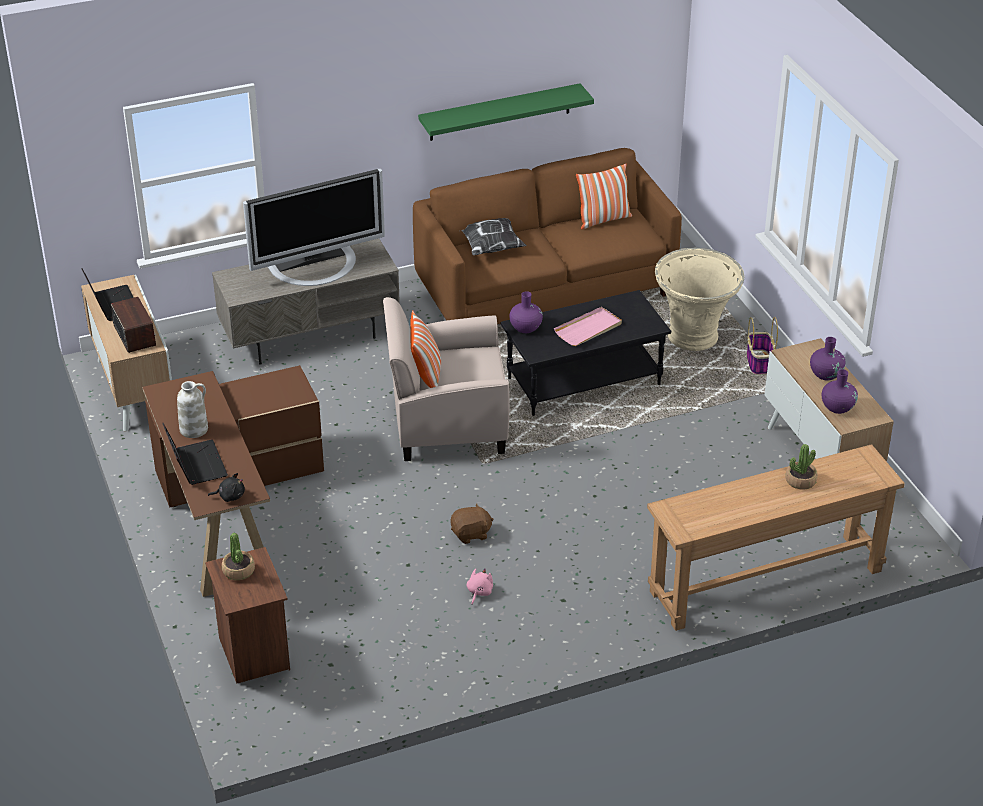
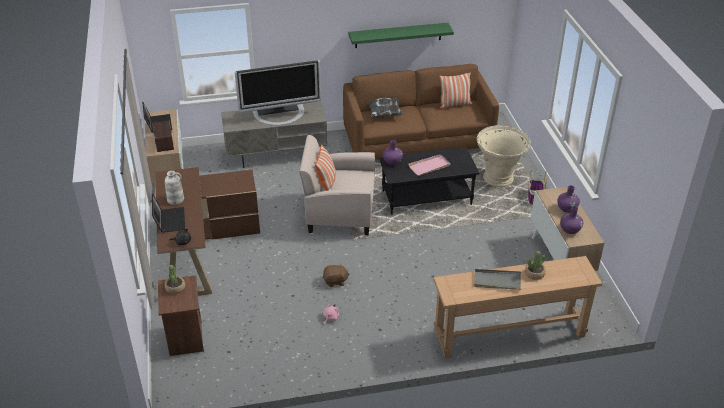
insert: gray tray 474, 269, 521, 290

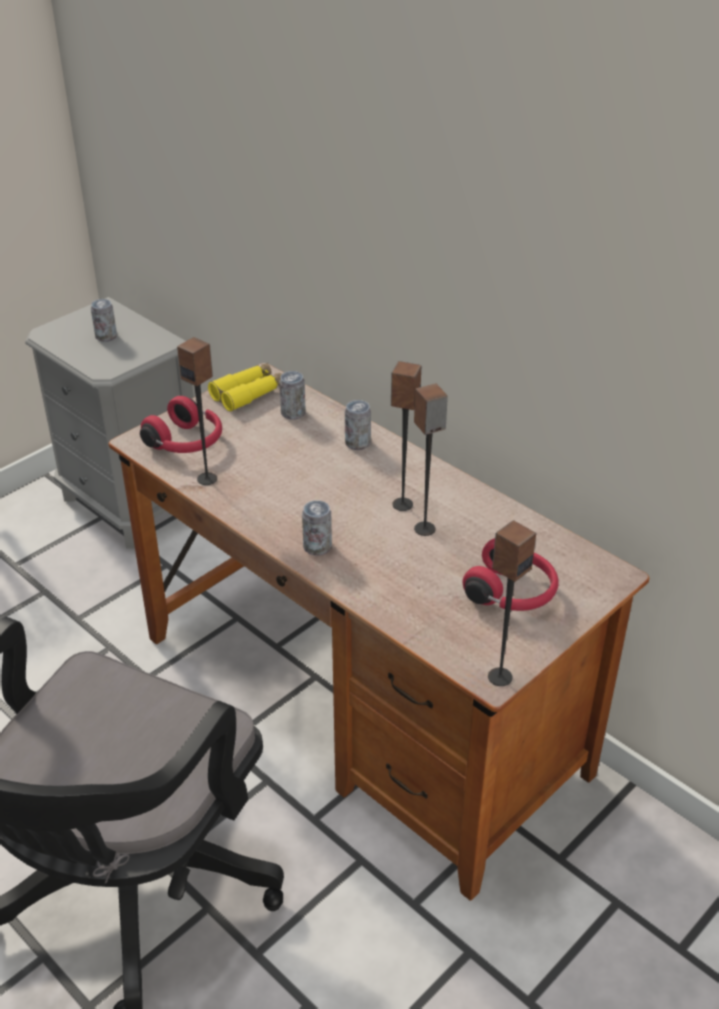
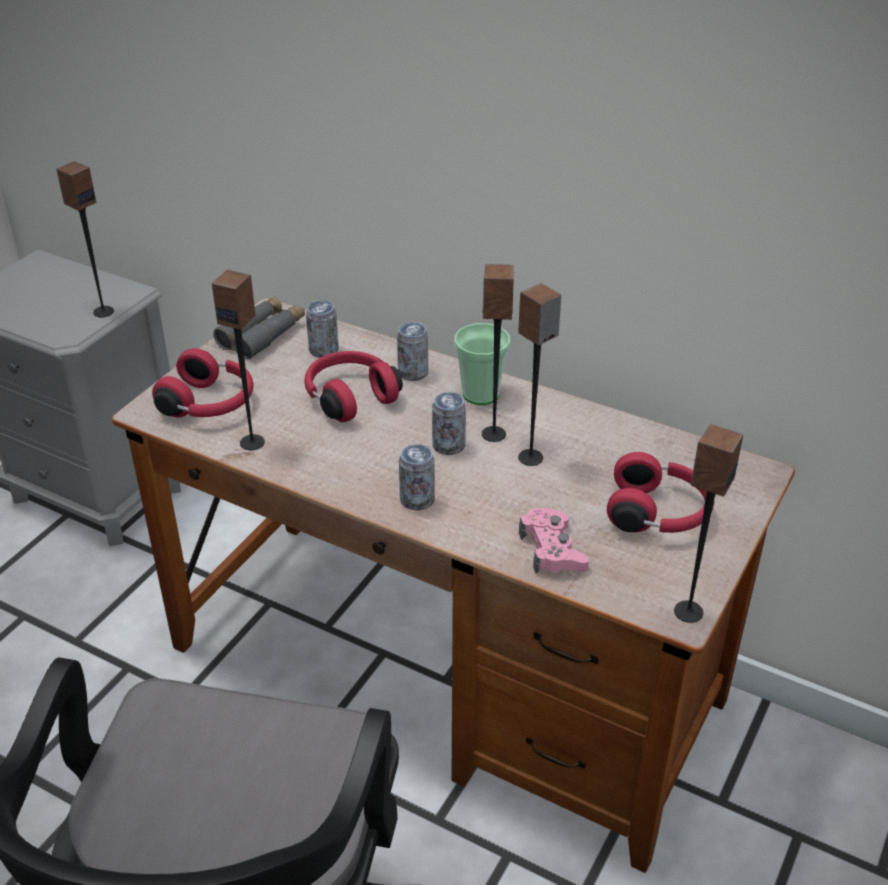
insert: loudspeaker 56, 161, 114, 317; drinking cup 454, 323, 510, 405; reddish headset 304, 351, 403, 422; pinkish game controller 519, 508, 589, 574
move: metal can 91, 299, 117, 342 to 432, 392, 466, 455
recolor: yellow binoculars 208, 363, 282, 412 to gray binoculars 213, 296, 305, 359

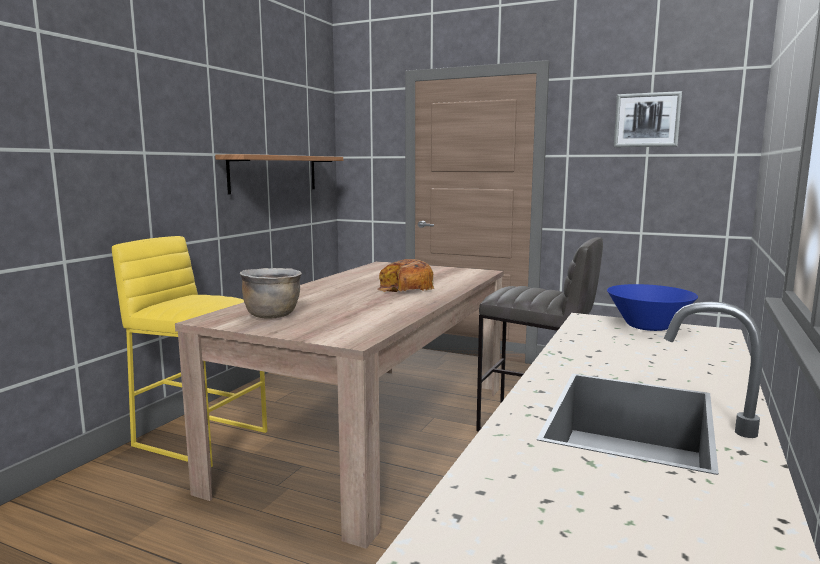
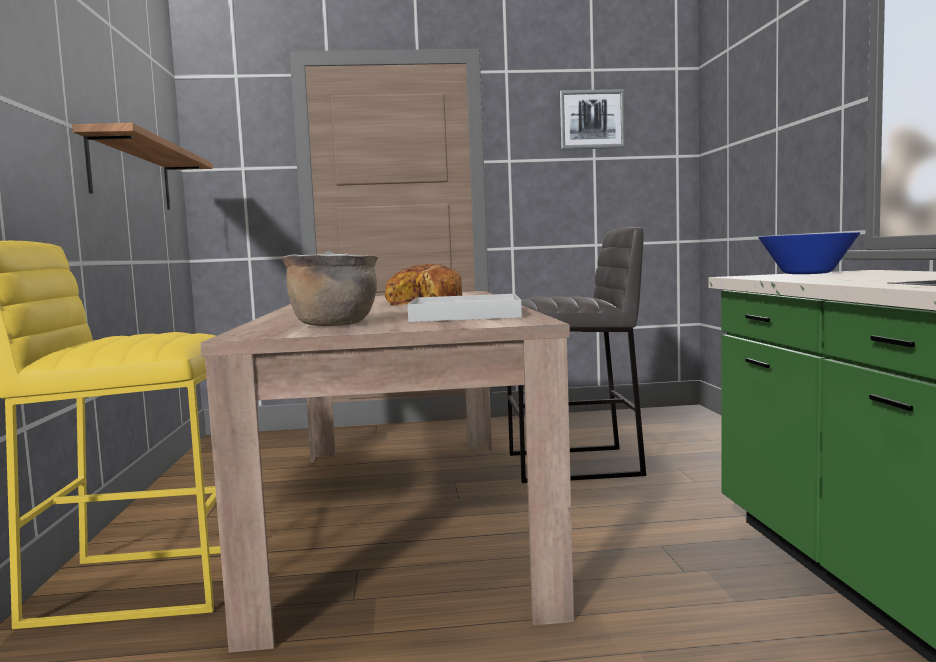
insert: white-coloured tray 408, 294, 522, 322

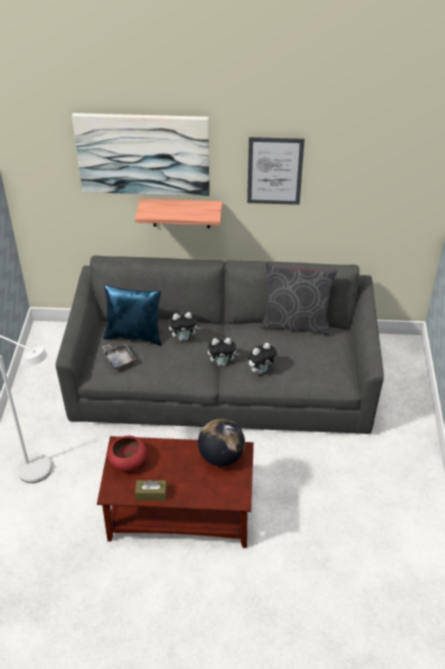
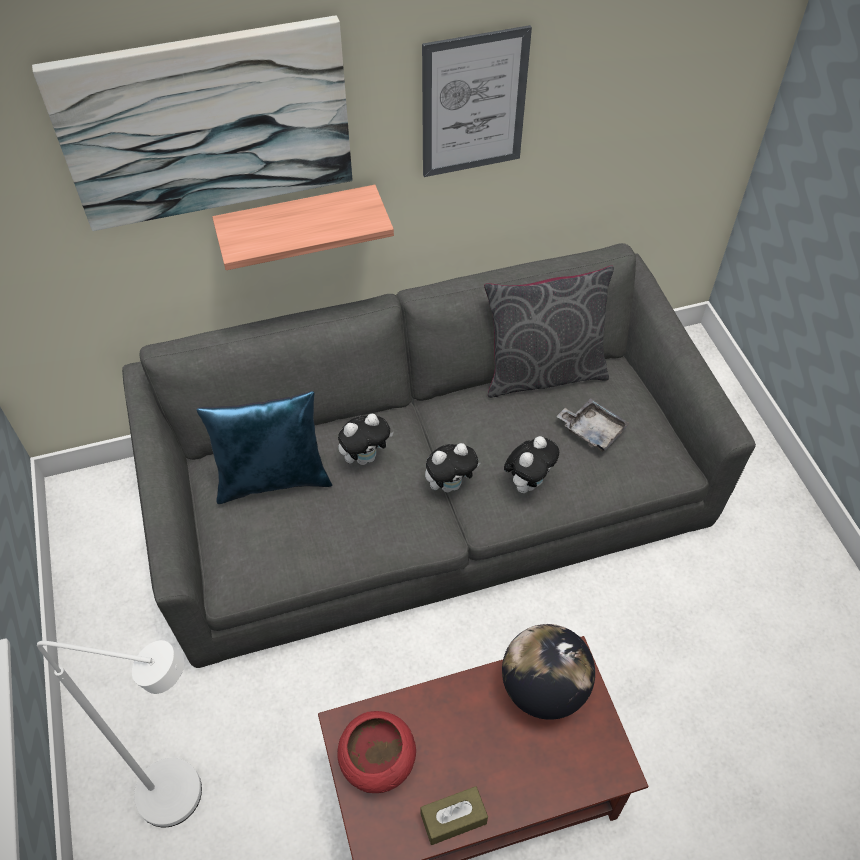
move: gray tray 102, 343, 136, 370 to 556, 398, 630, 452

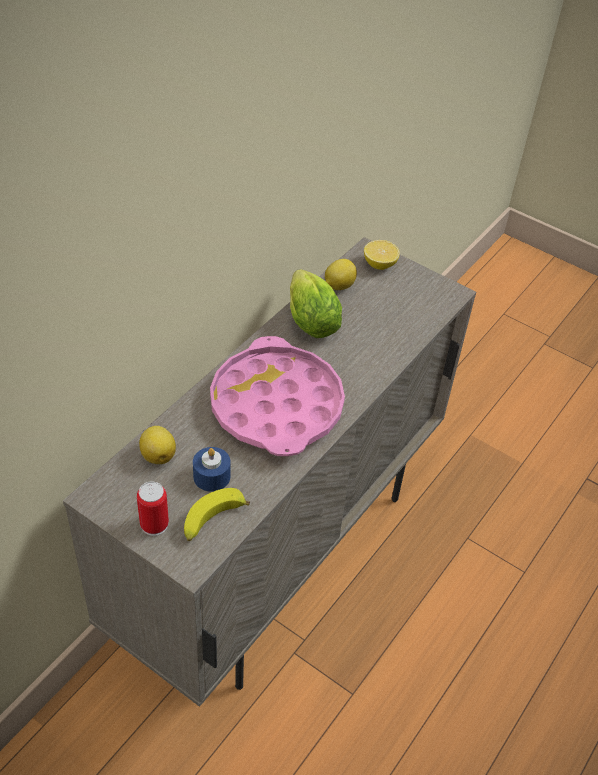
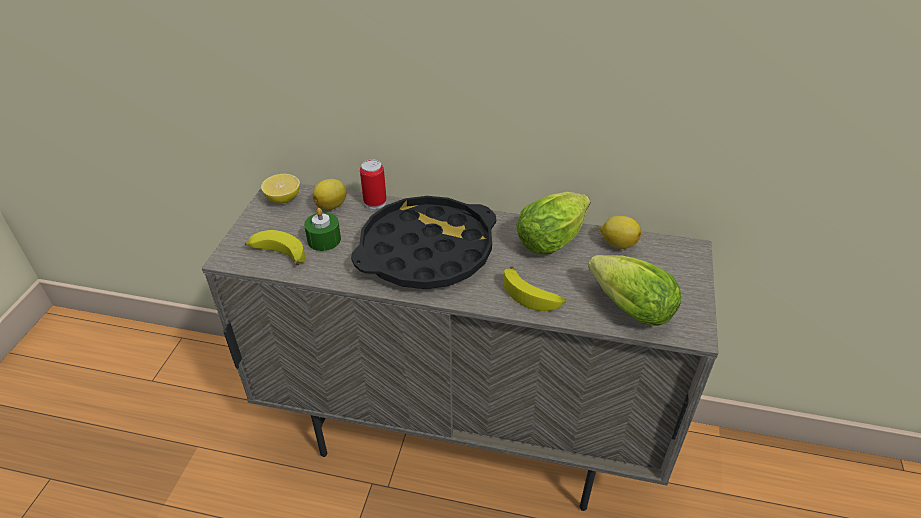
insert: head of lettuce 588, 255, 681, 326; banana fruit 503, 266, 566, 311
move: citrus fruit 364, 240, 400, 270 to 261, 174, 300, 204; metal can 137, 482, 169, 536 to 360, 160, 387, 209
recolor: pinkish tray 210, 336, 345, 456 to black-coloured tray 351, 196, 496, 289; bluish wax candle 193, 447, 230, 492 to green wax candle 304, 208, 341, 251

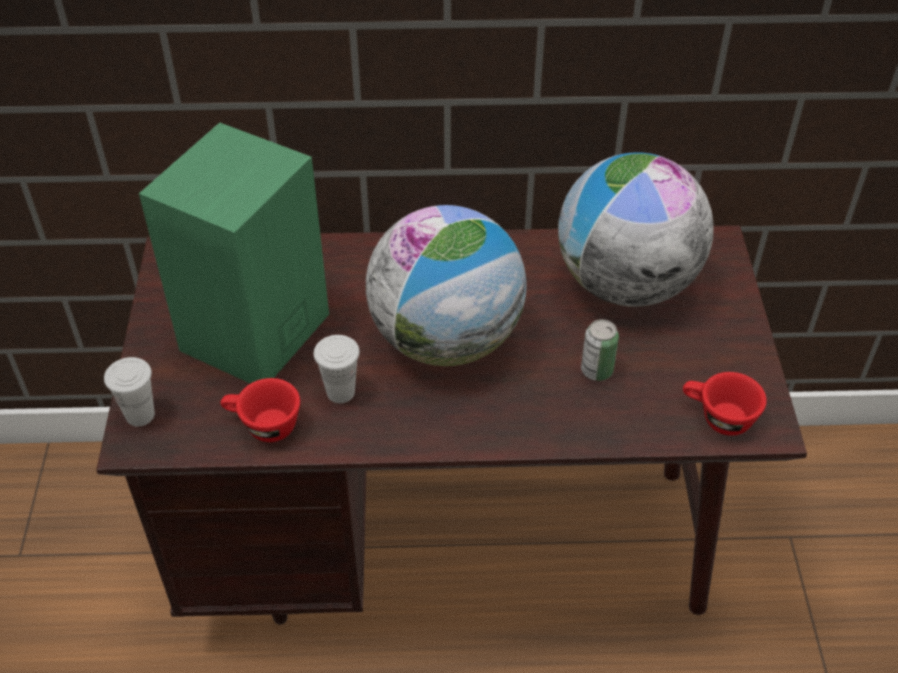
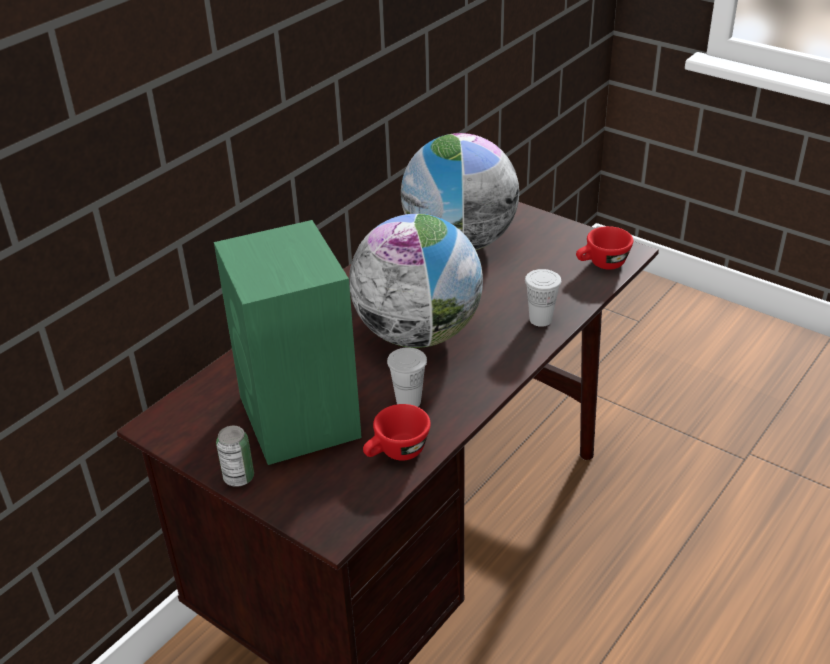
move: metal can 581, 319, 619, 381 to 216, 426, 254, 487; white-coloured drinking cup 104, 357, 155, 427 to 525, 269, 561, 327

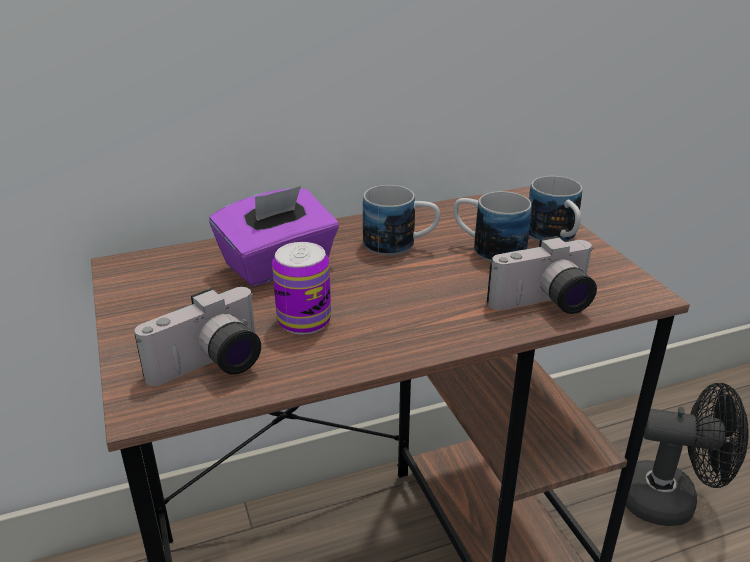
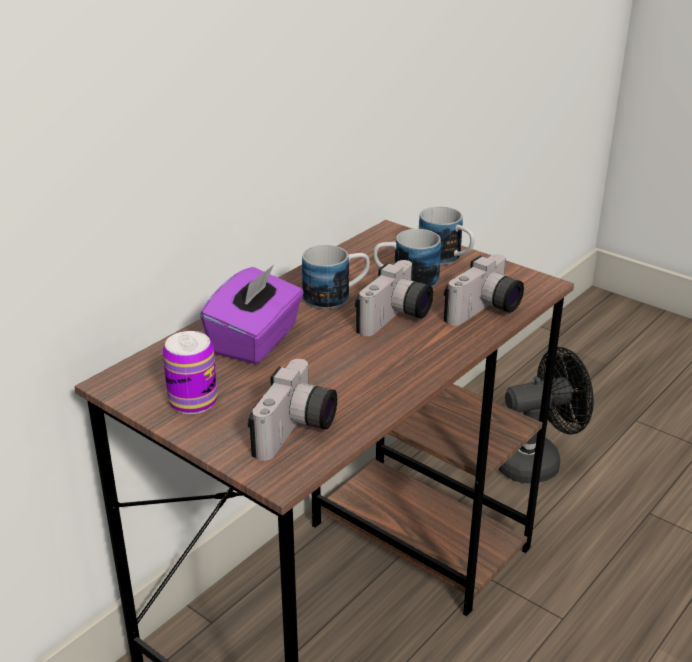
insert: still camera 355, 260, 433, 336
move: metal can 272, 242, 331, 334 to 163, 331, 218, 414

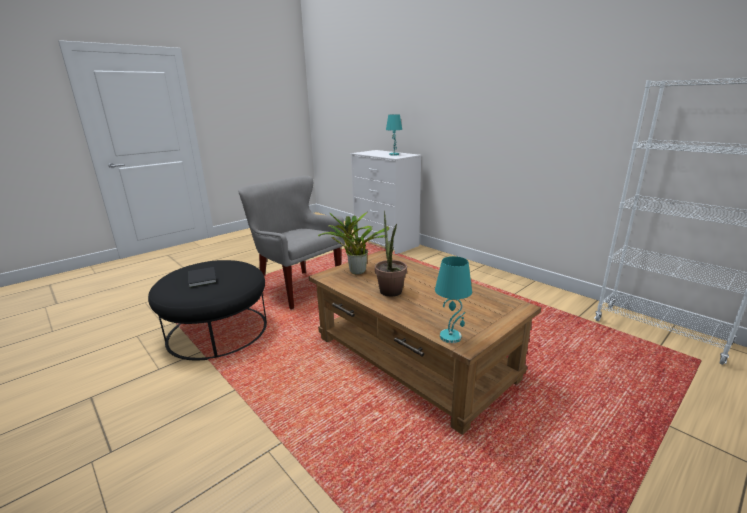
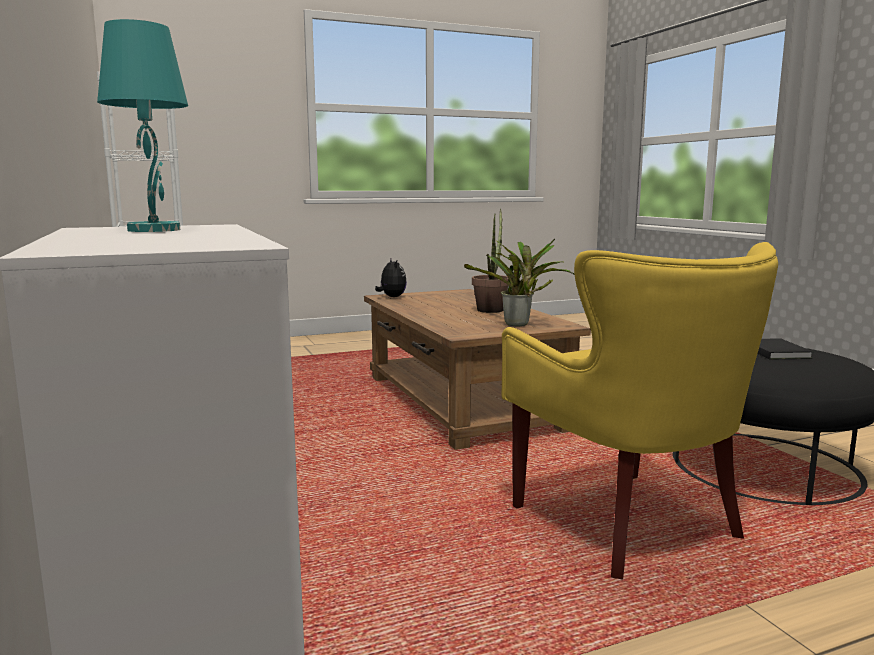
delete: turquoise-coloured table lamp 435, 256, 472, 343
insert: cuddly toy 375, 259, 407, 297
recolor: gray lounge chair 238, 176, 345, 310 to yellow lounge chair 501, 242, 778, 580

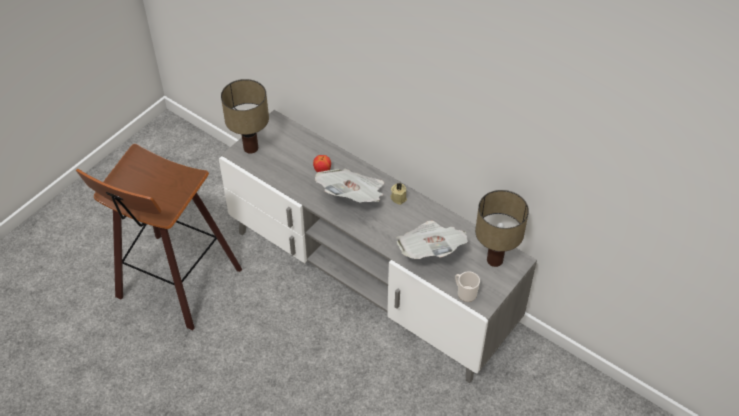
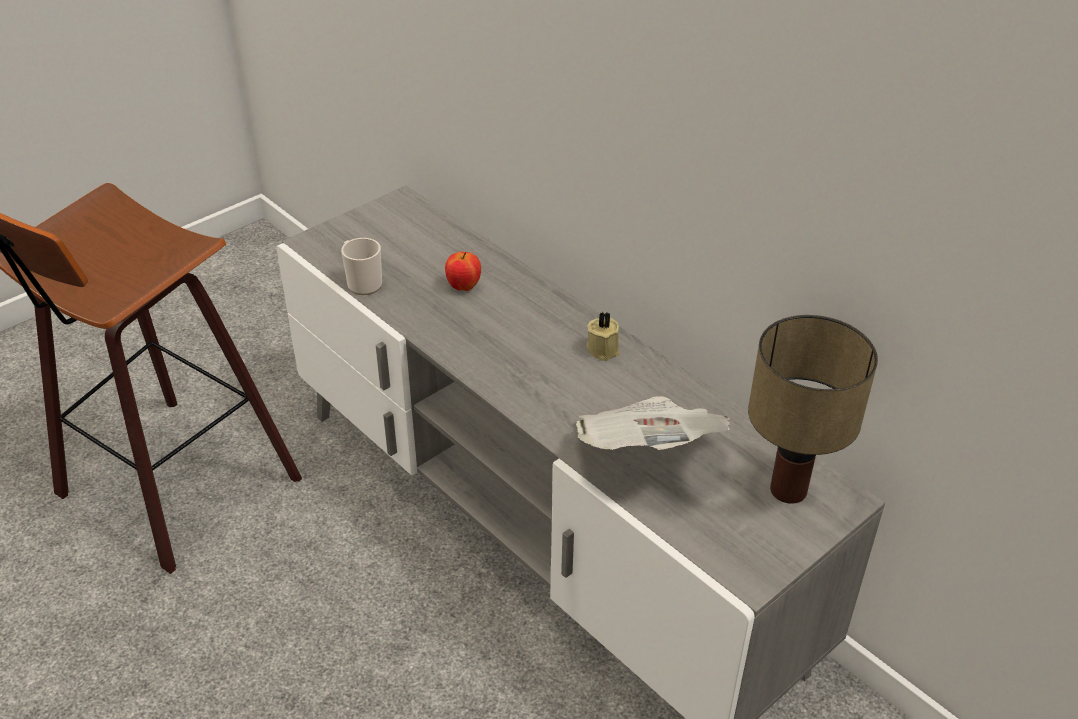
delete: table lamp 221, 79, 269, 154; daily paper 315, 169, 384, 202
move: tea mug 455, 271, 480, 302 to 341, 238, 382, 295

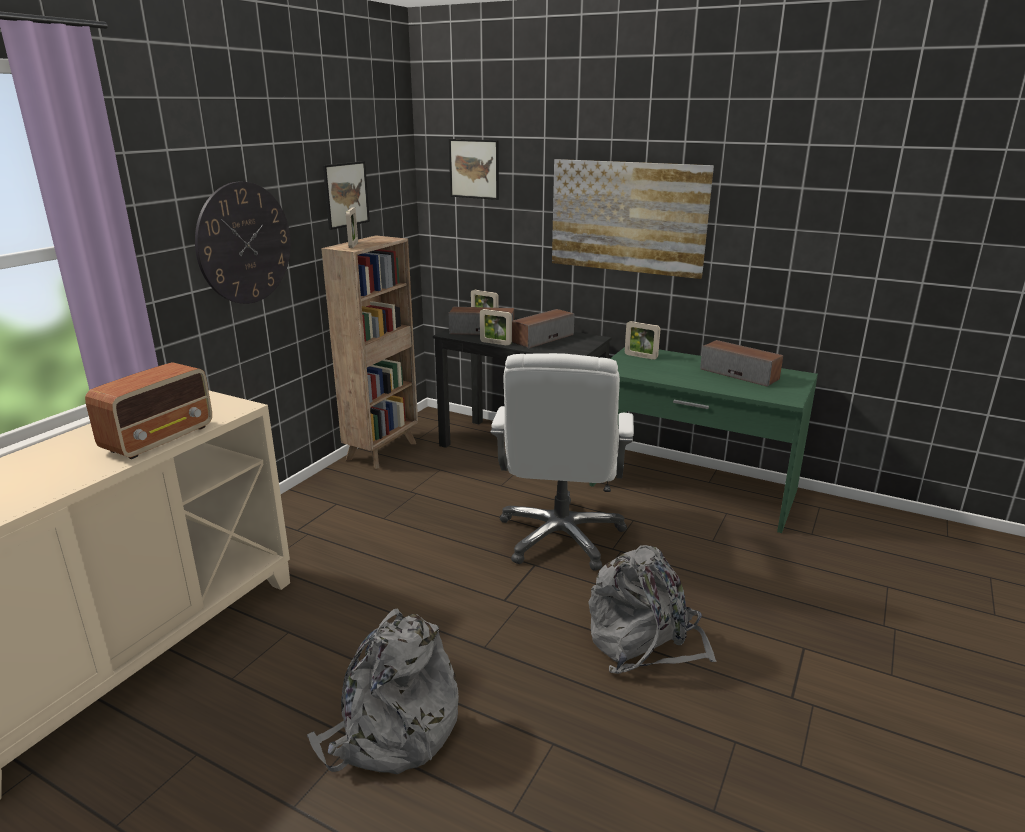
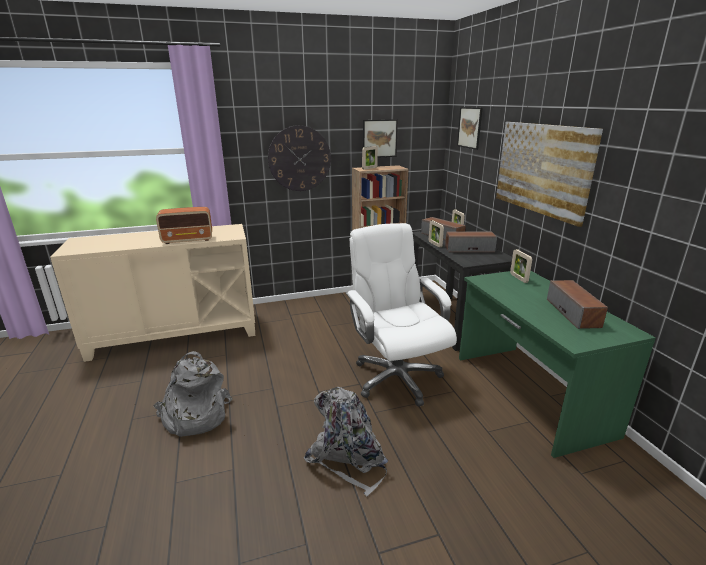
rotate: white-coloured desk chair 491, 353, 634, 571 = 346, 223, 457, 406 105 degrees clockwise

